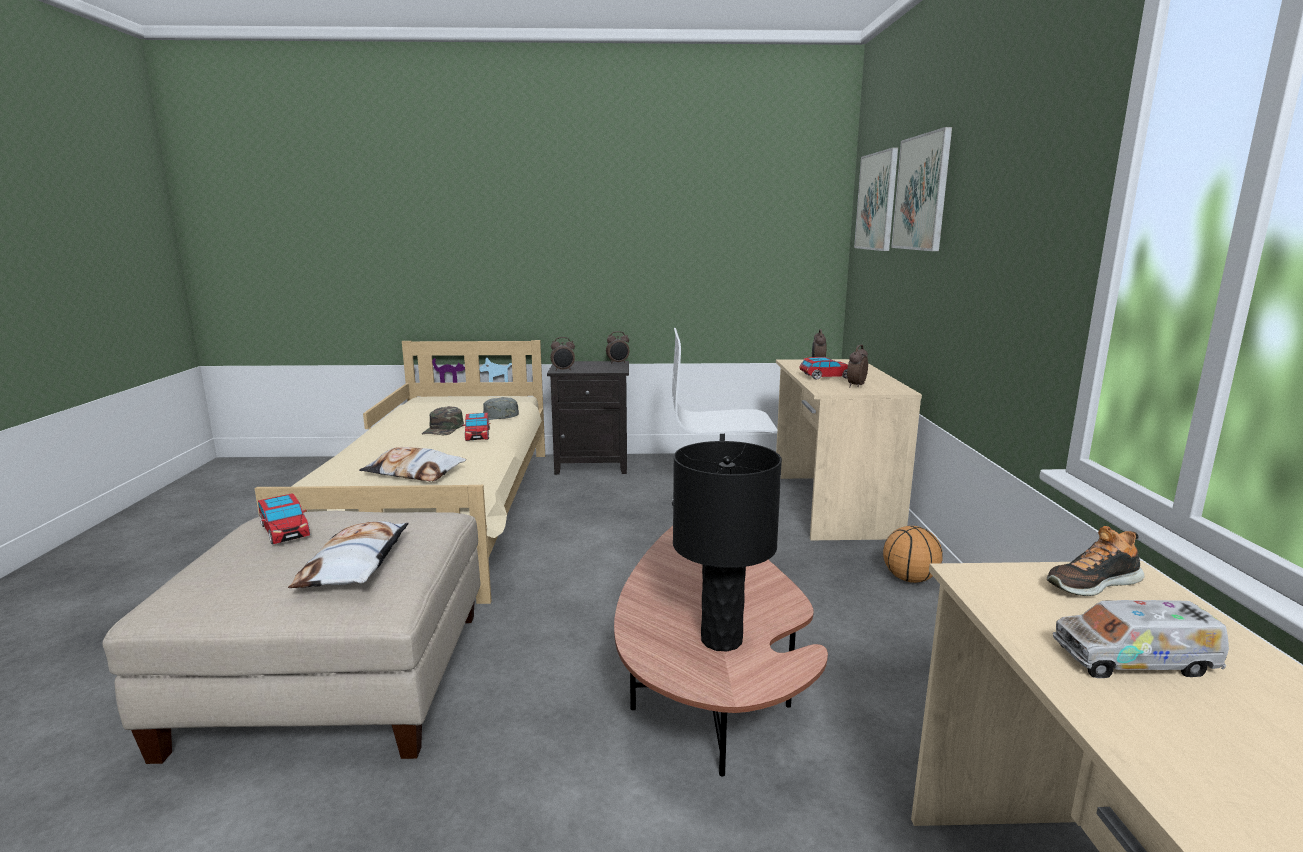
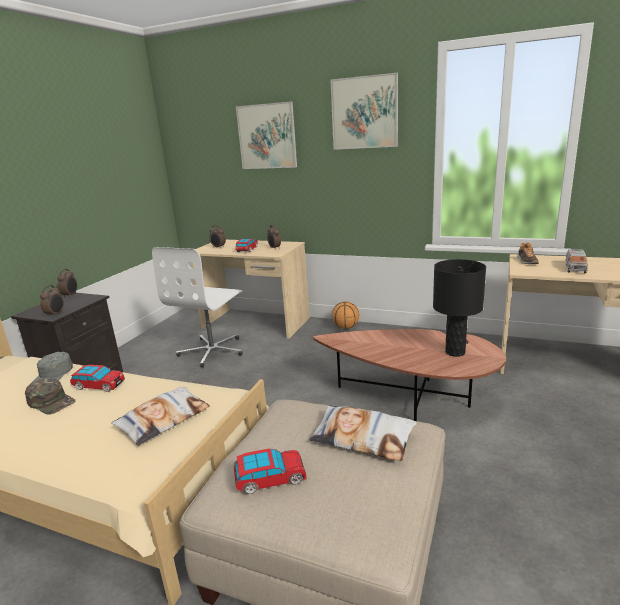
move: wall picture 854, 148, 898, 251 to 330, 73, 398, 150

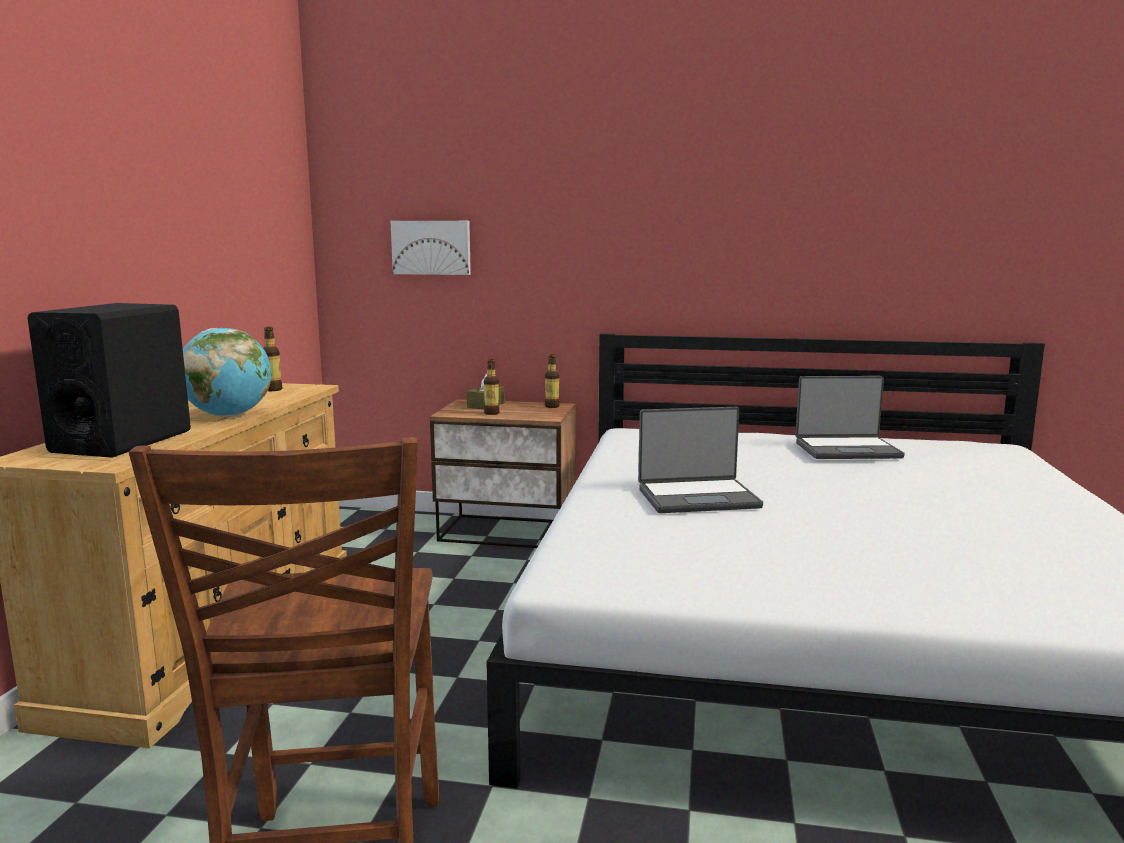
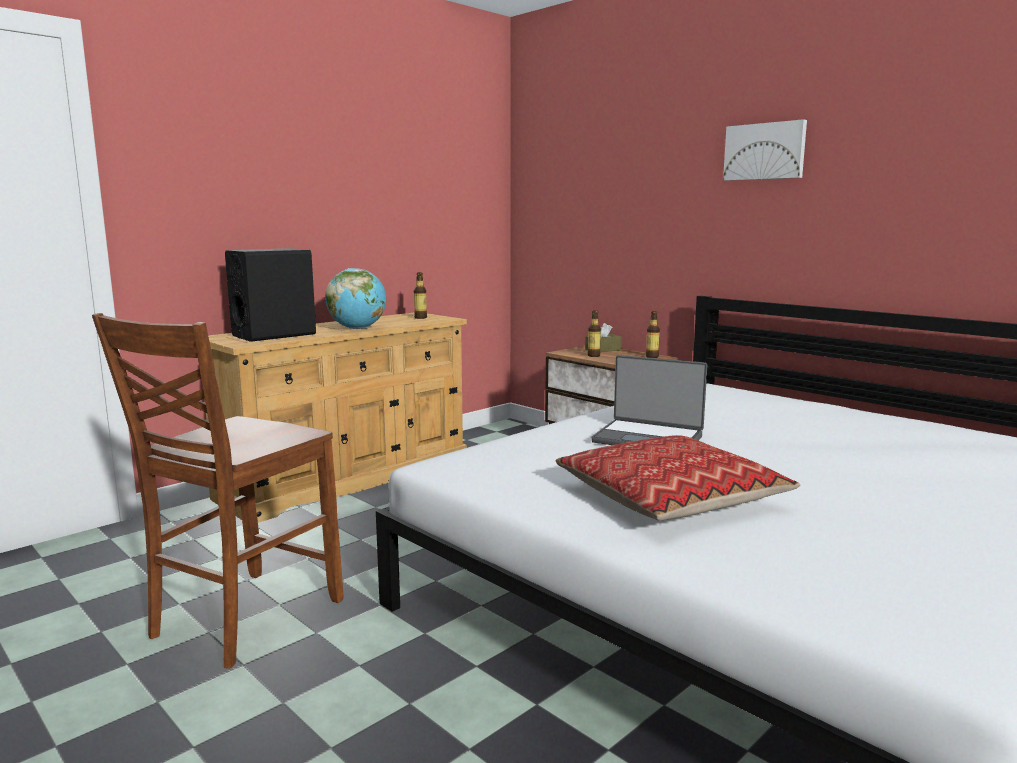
delete: laptop 795, 376, 905, 459
insert: pillow 555, 435, 801, 521
move: wall picture 390, 221, 471, 275 to 723, 119, 807, 181

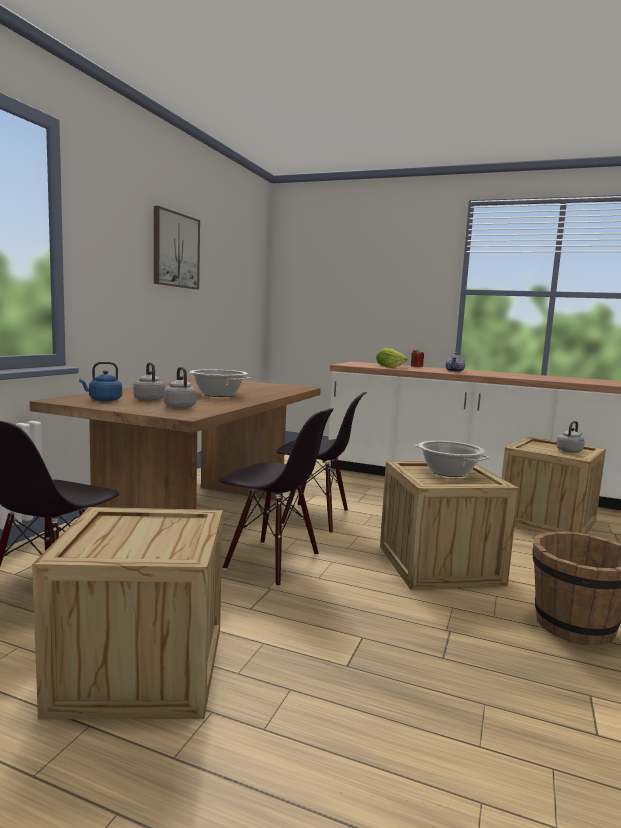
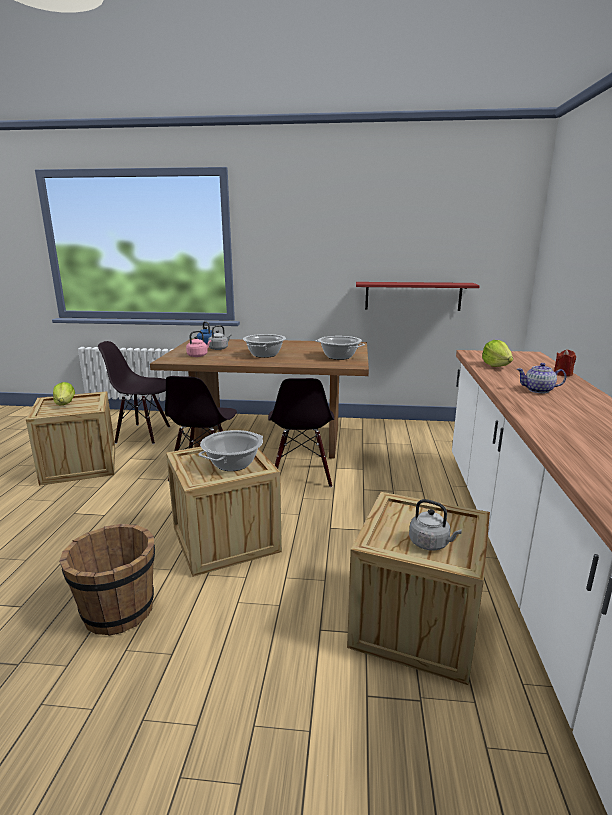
delete: wall picture 154, 206, 200, 289
insert: reddish bracket shelf 356, 282, 480, 311; stockpot 315, 336, 365, 360; head of lettuce 53, 382, 75, 406
recolor: gray kettle 163, 367, 197, 408 to pinkish kettle 186, 331, 211, 357

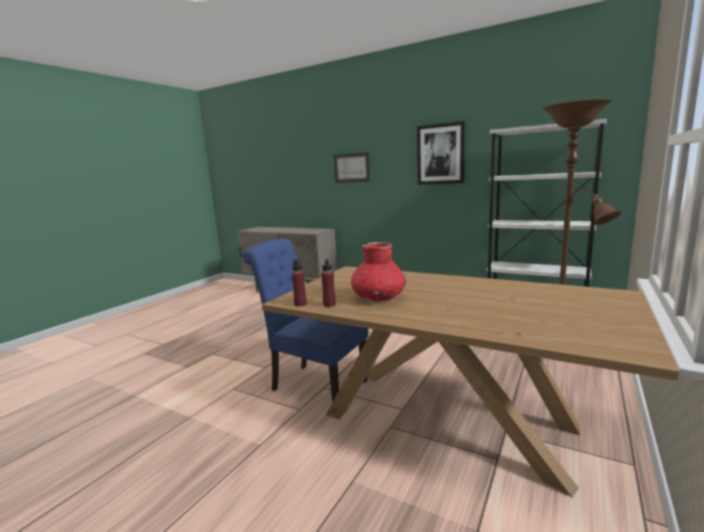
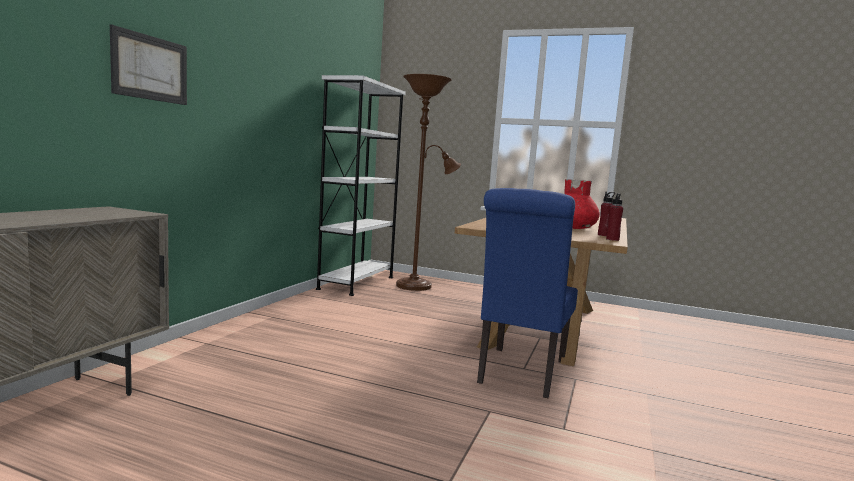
delete: wall picture 417, 121, 465, 185

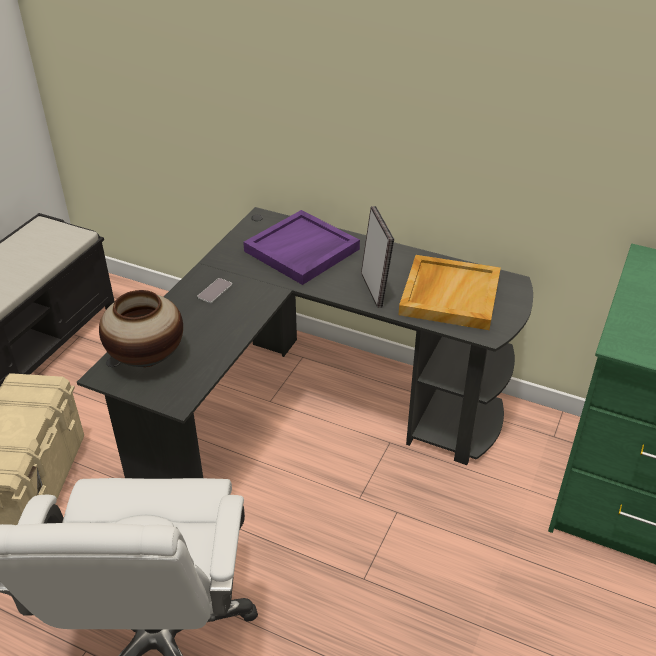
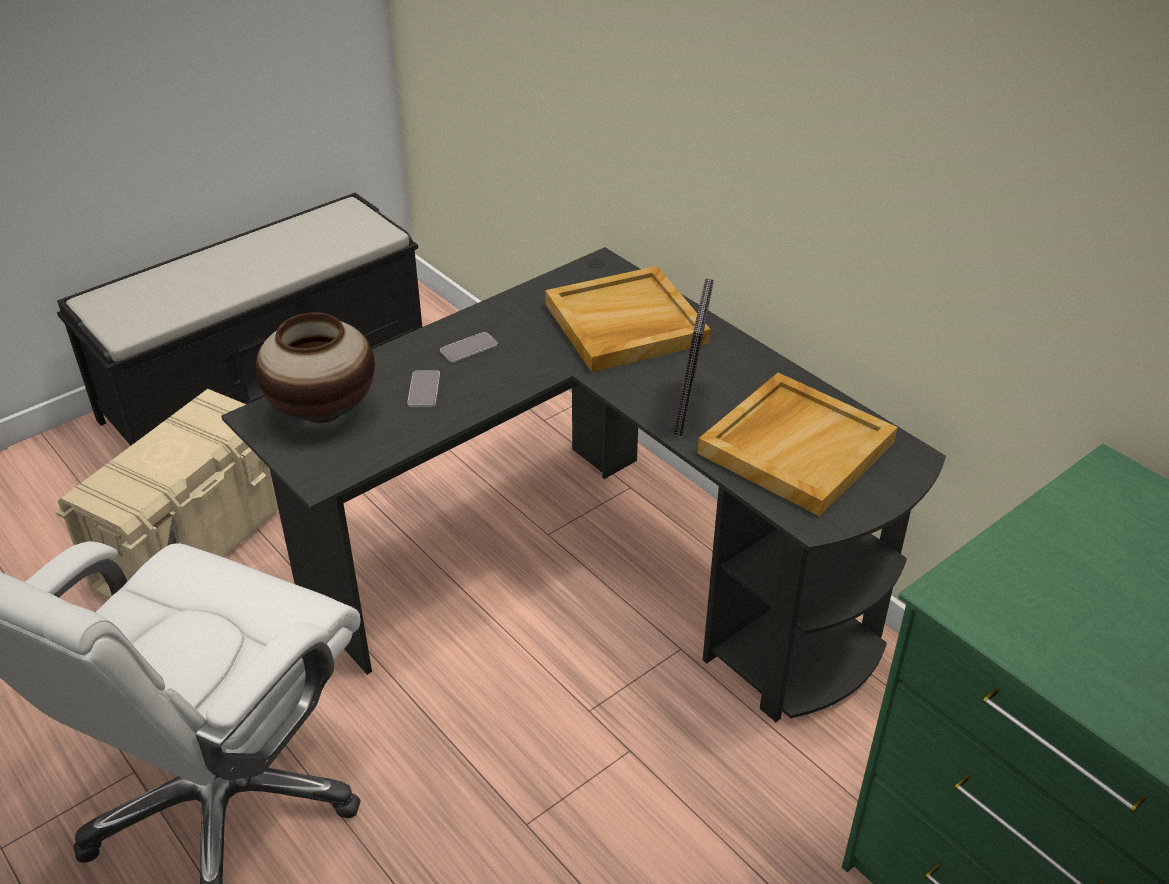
insert: telephone 407, 370, 440, 407
recolor: purplish tray 243, 210, 360, 285 to beige tray 545, 266, 711, 372

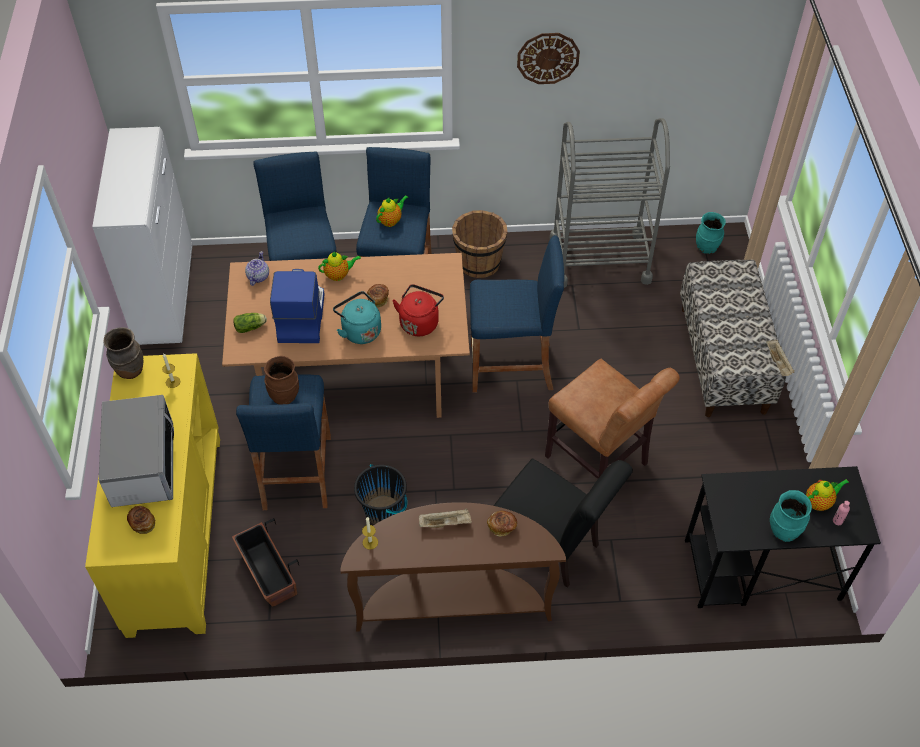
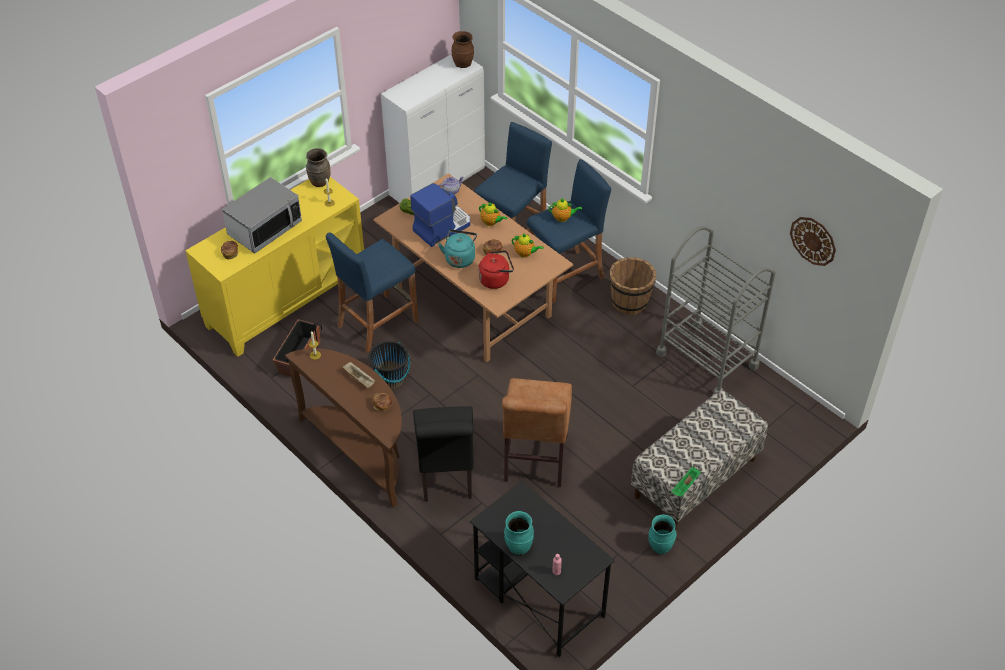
delete: bluish sitting stool 470, 235, 564, 392
move: hanging clock 517, 33, 580, 84 to 790, 217, 836, 266; turquoise-coloured flower vase 696, 212, 726, 254 to 648, 514, 677, 554; brown-coloured flower vase 264, 356, 299, 405 to 452, 31, 474, 68; tea pot 806, 479, 849, 511 to 511, 233, 544, 257
recolor: beige tray 766, 339, 795, 376 to green tray 671, 466, 701, 497

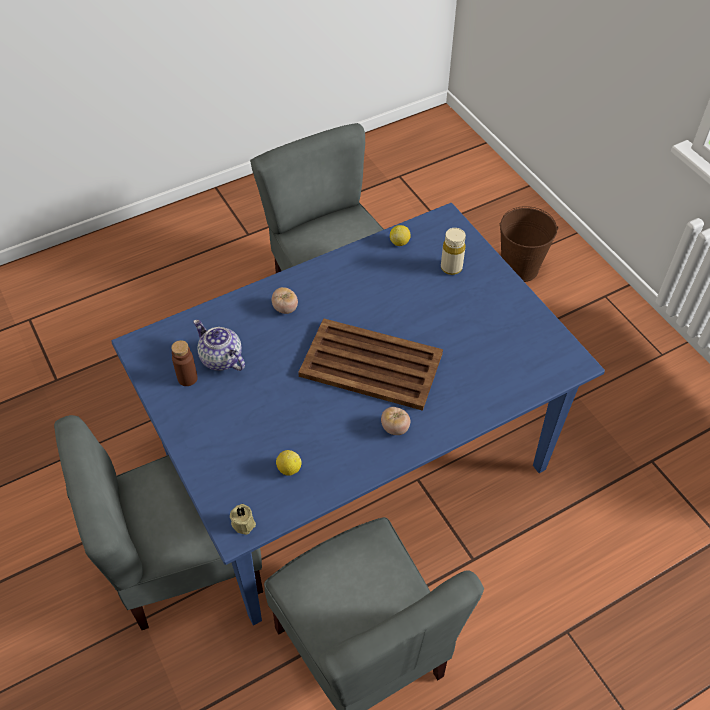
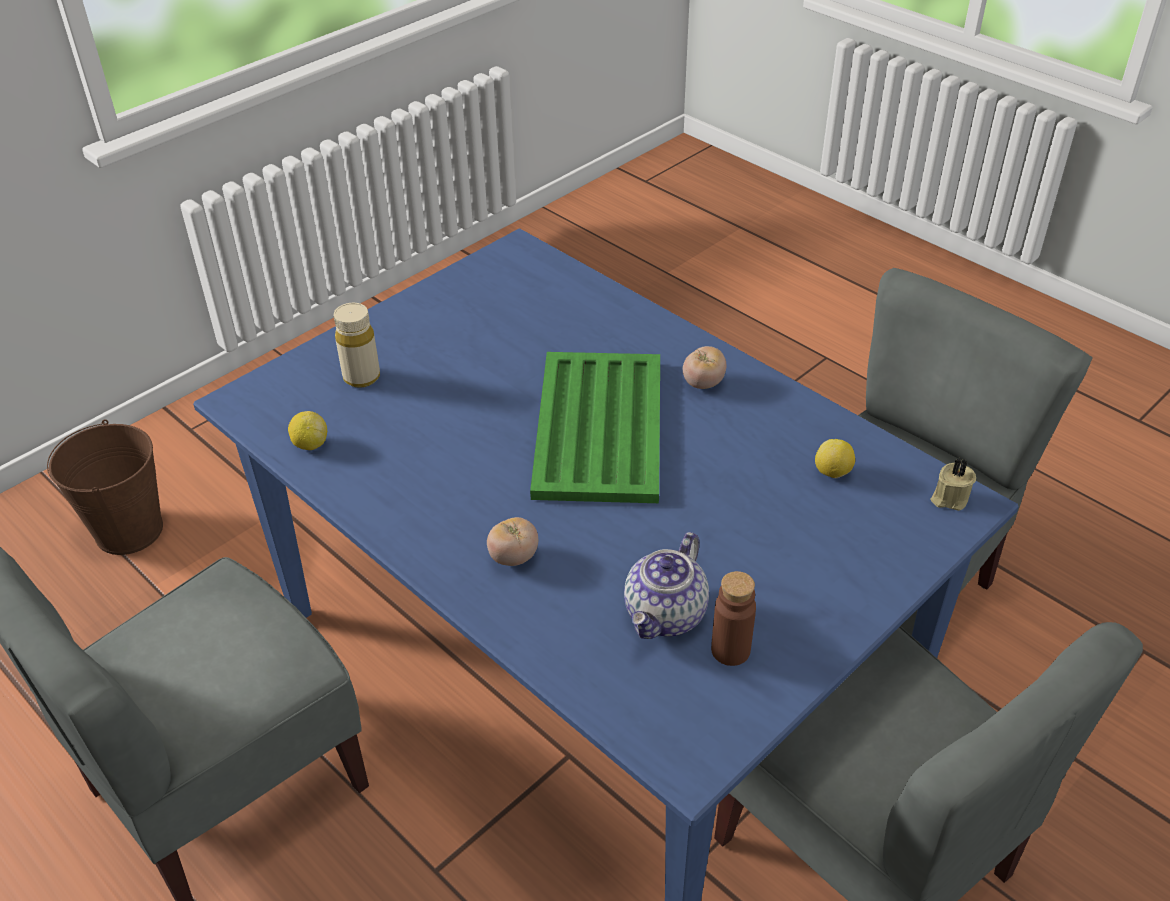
recolor: brown-coloured tray 298, 318, 443, 411 to green tray 530, 352, 660, 503

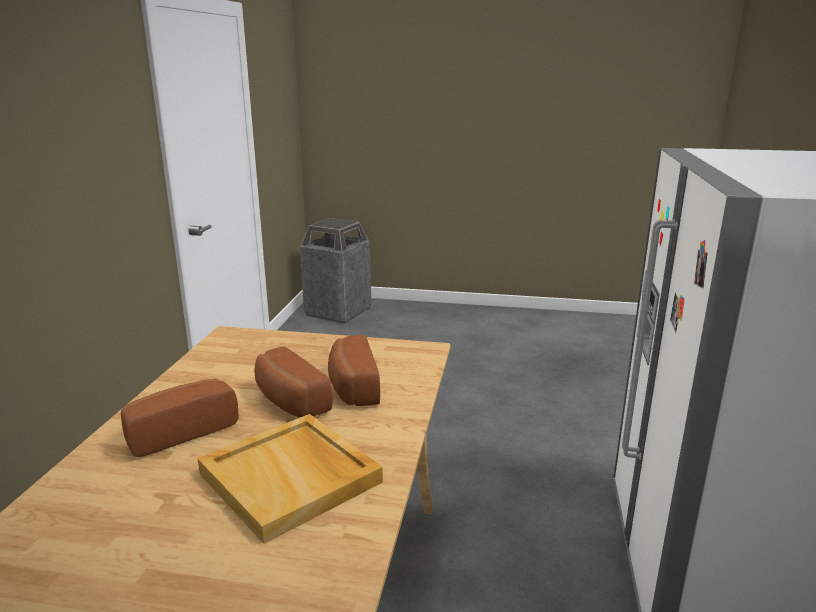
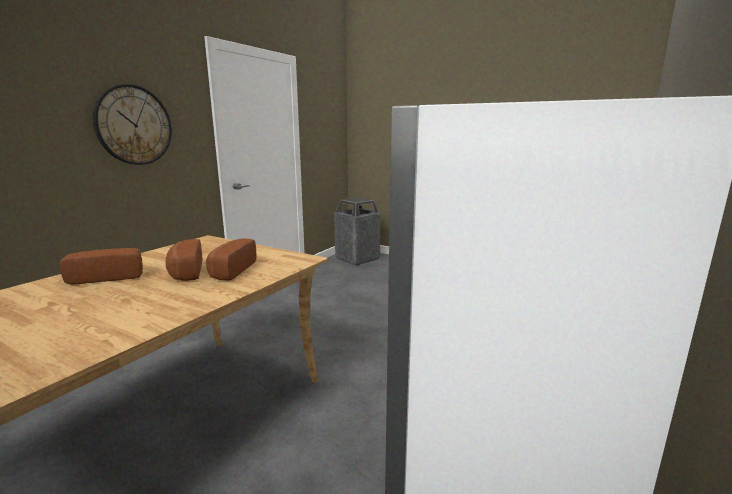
delete: beige tray 197, 414, 383, 544
insert: hanging clock 93, 84, 172, 165

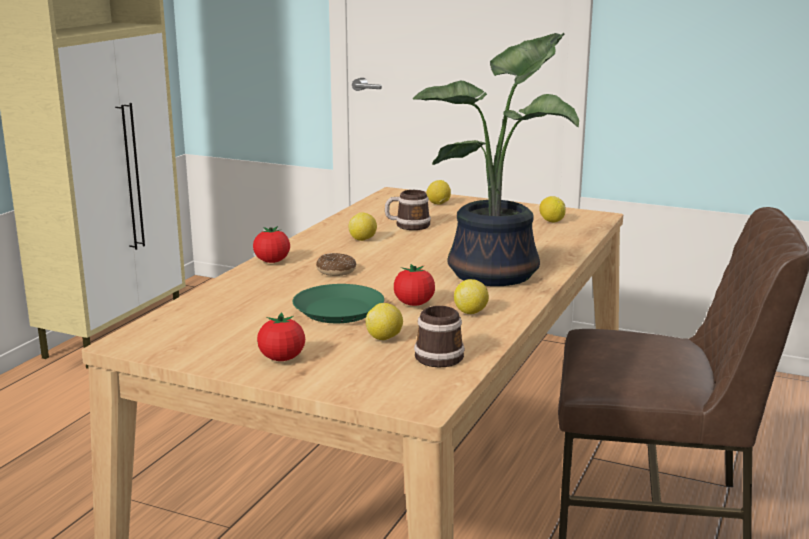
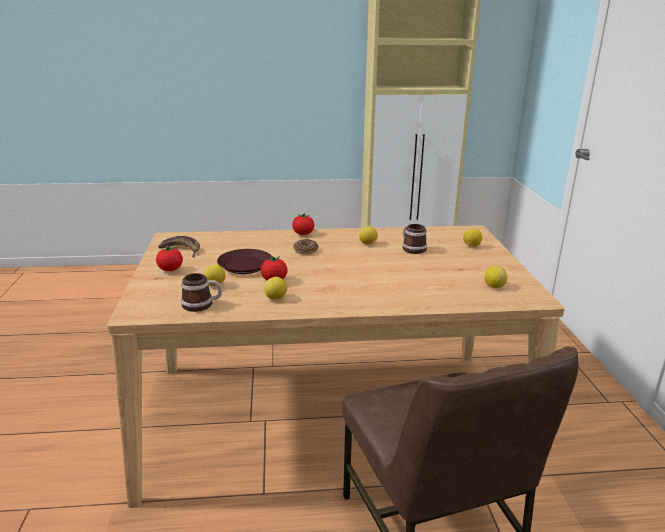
delete: potted plant 413, 33, 579, 286
insert: banana fruit 158, 236, 200, 258
recolor: green flat dish 293, 284, 384, 323 to brown-coloured flat dish 217, 249, 271, 274

